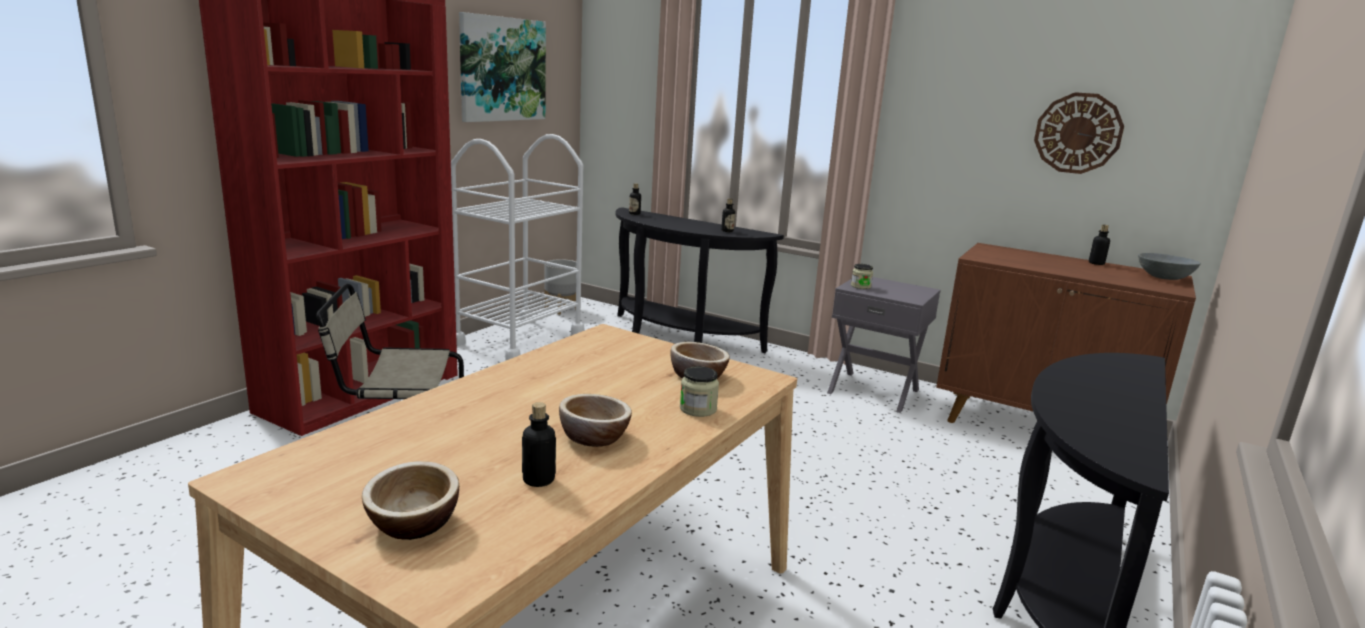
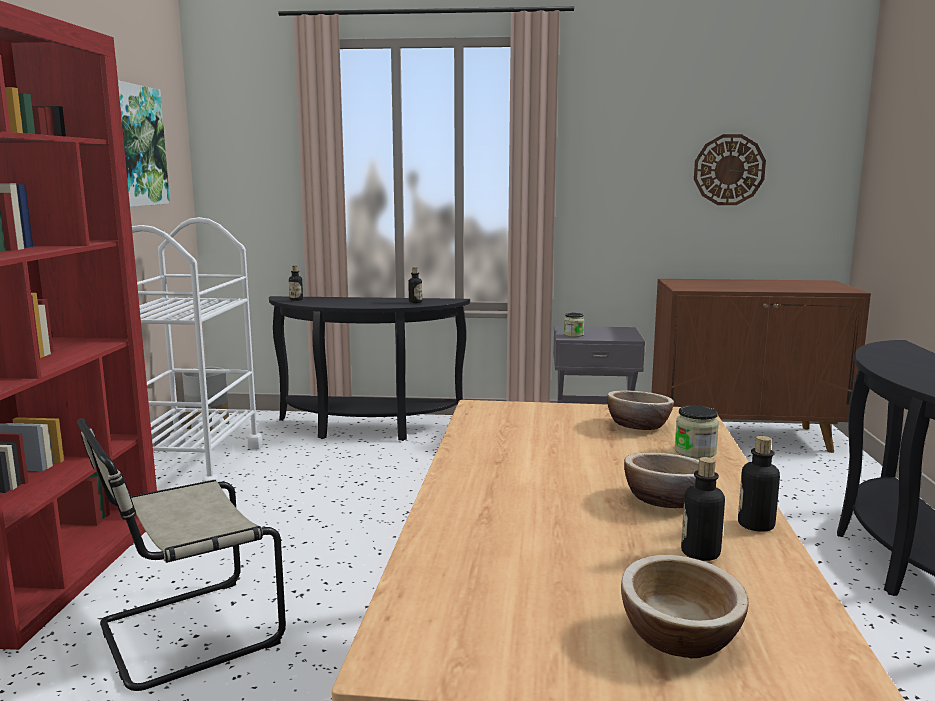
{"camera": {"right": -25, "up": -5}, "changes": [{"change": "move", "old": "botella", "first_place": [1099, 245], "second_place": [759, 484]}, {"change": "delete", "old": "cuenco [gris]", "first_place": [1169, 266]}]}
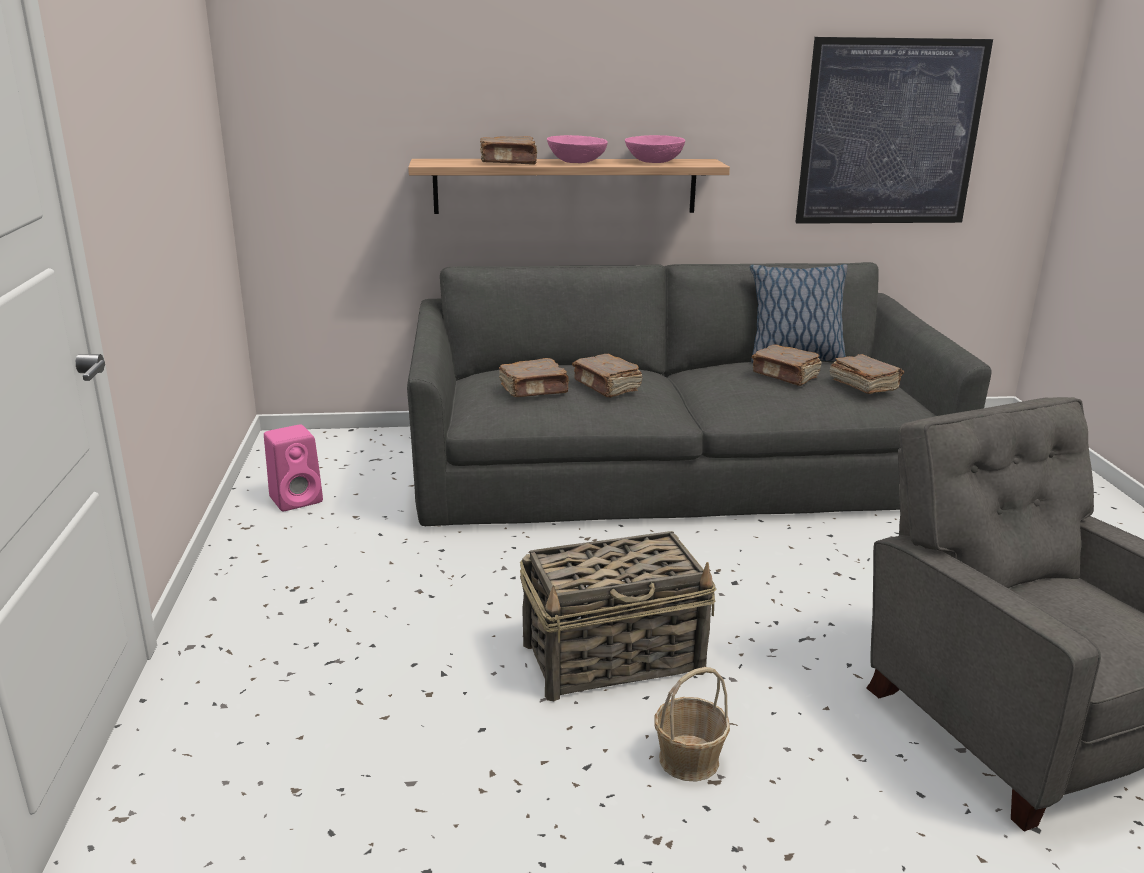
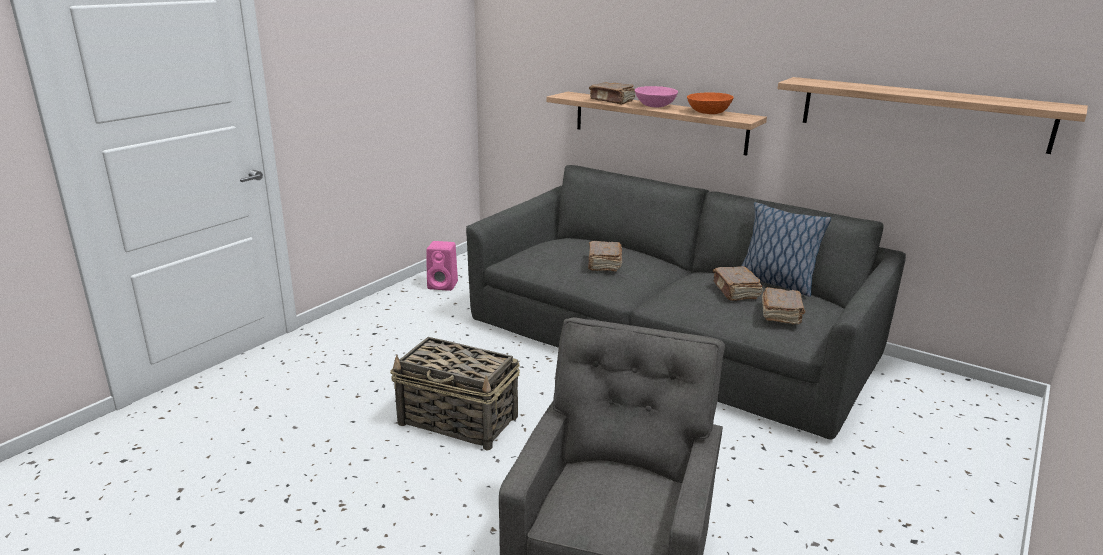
{"camera": {"right": 40, "up": 0}, "changes": [{"change": "replace", "old": "cuadro", "new": "estante", "first_place": [894, 130], "second_place": [933, 115]}, {"change": "recolor", "old": "cuenco [rosa]", "new": "cuenco [naranja]", "first_place": [655, 149], "second_place": [710, 103]}, {"change": "delete", "old": "libro [marrón]", "first_place": [534, 377]}, {"change": "delete", "old": "cesta", "first_place": [692, 724]}]}
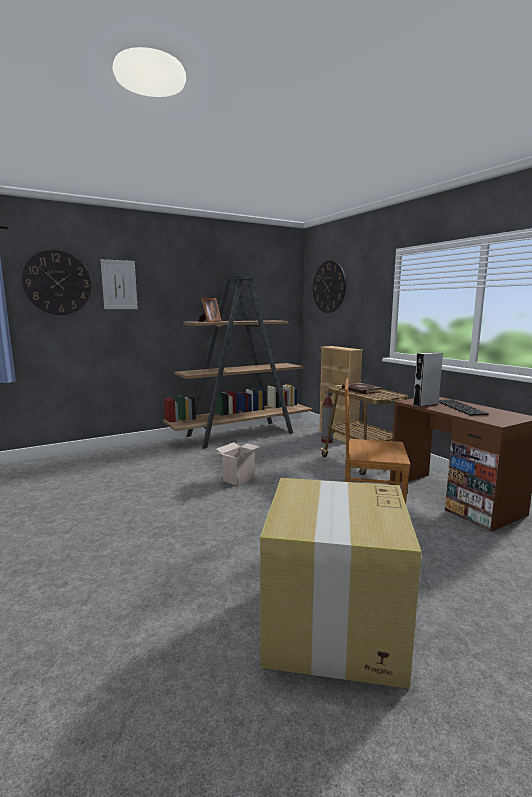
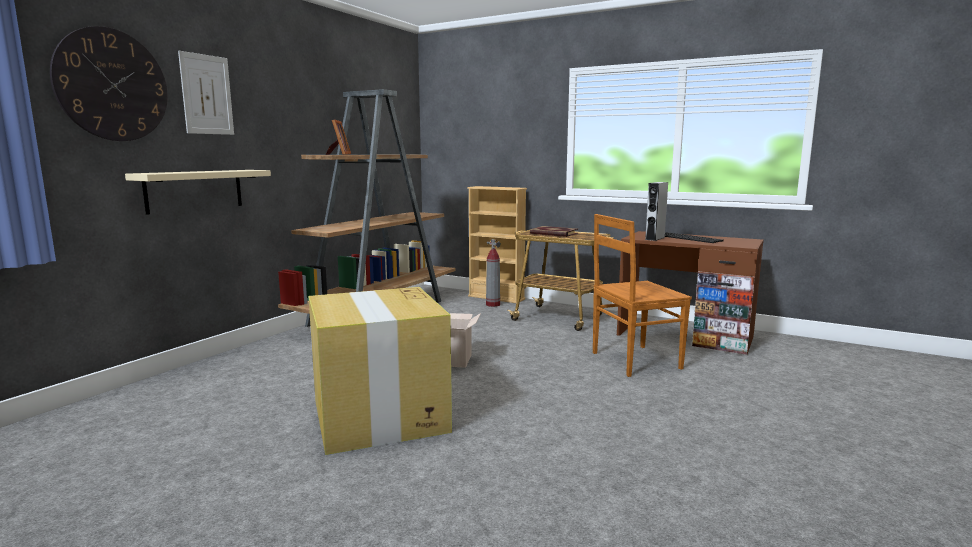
{"camera": {"right": -30, "up": 0}, "changes": [{"change": "delete", "old": "reloj de pared", "first_place": [329, 286]}, {"change": "move", "old": "caja de cartón", "first_place": [341, 583], "second_place": [380, 371]}, {"change": "insert", "new": "estante [beis]", "second_place": [198, 192]}]}
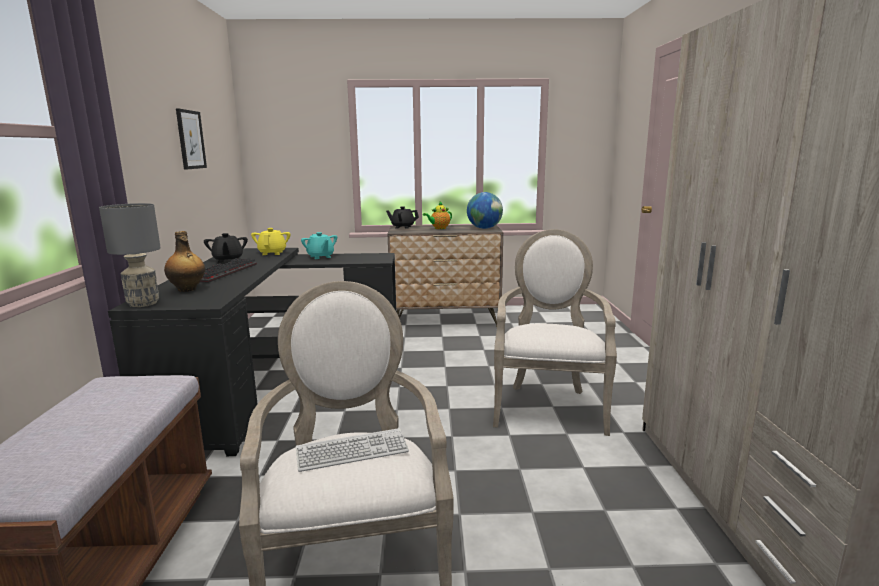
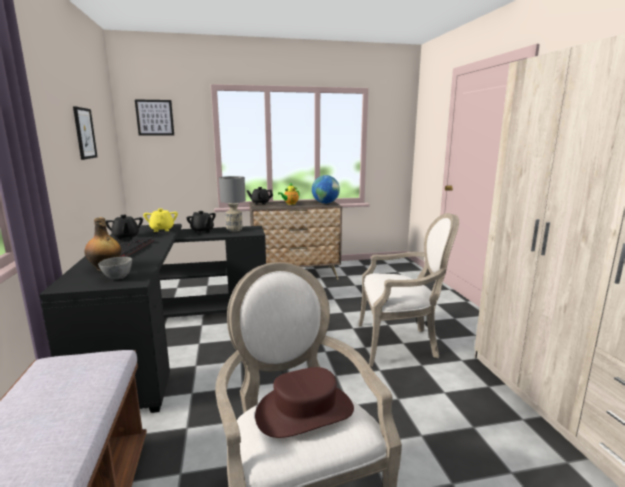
{"camera": {"right": -10, "up": 0}, "changes": [{"change": "move", "old": "lámpara de mesa [gris]", "first_place": [130, 255], "second_place": [232, 204]}, {"change": "rotate", "old": "sillón", "first_place": [555, 332], "second_place": [409, 290], "degrees": 90}, {"change": "recolor", "old": "tetera [turquesa]", "new": "tetera [negro]", "first_place": [319, 245], "second_place": [201, 222]}, {"change": "replace", "old": "teclado", "new": "sombrero [marrón]", "first_place": [352, 450], "second_place": [304, 402]}, {"change": "insert", "new": "cuadro", "second_place": [154, 117]}, {"change": "insert", "new": "cuenco [gris]", "second_place": [115, 268]}]}
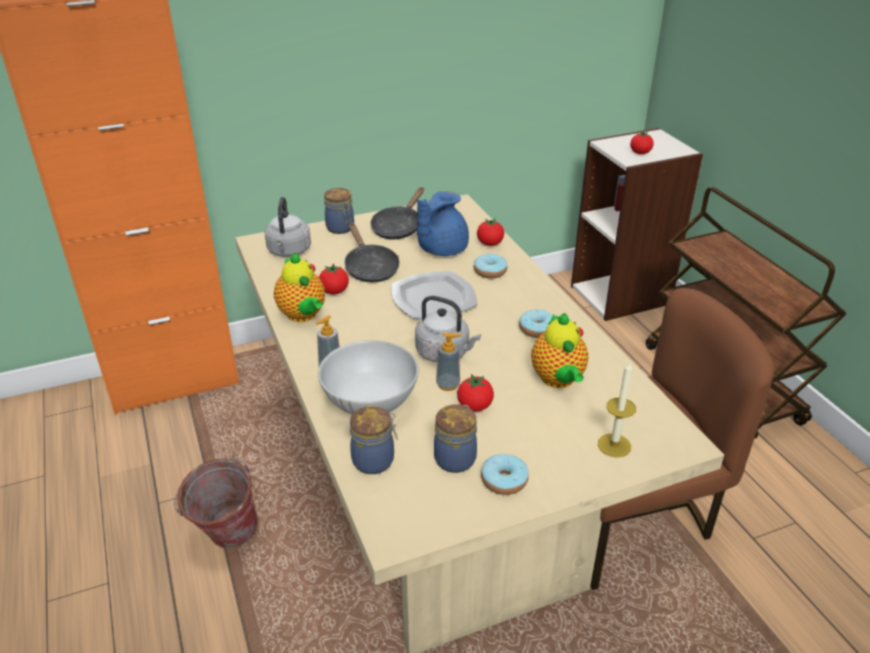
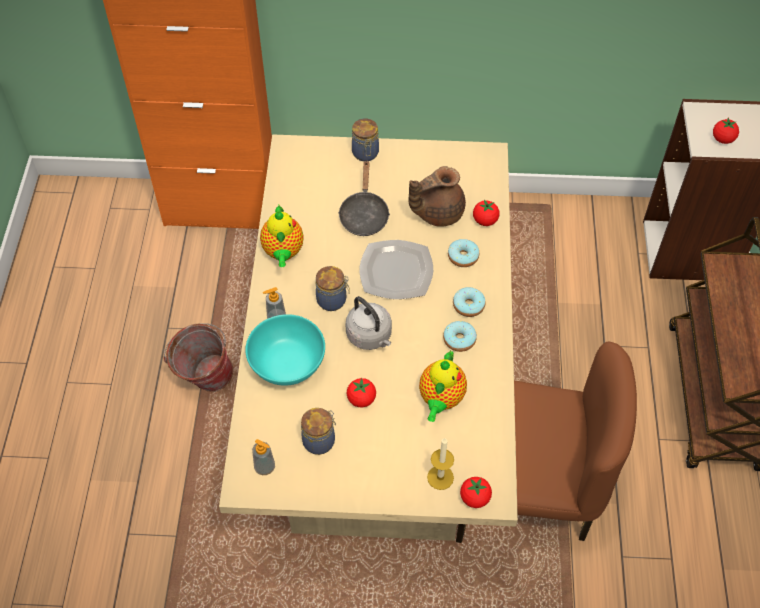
{"camera": {"right": 25, "up": 20}, "changes": [{"change": "delete", "old": "sartén [negro]", "first_place": [397, 213]}, {"change": "recolor", "old": "tetera [azul]", "new": "tetera [marrón]", "first_place": [443, 223], "second_place": [437, 196]}, {"change": "delete", "old": "hervidor [gris]", "first_place": [288, 227]}, {"change": "move", "old": "tomate", "first_place": [334, 278], "second_place": [476, 492]}, {"change": "move", "old": "dispensador de jabón", "first_place": [449, 362], "second_place": [263, 457]}, {"change": "recolor", "old": "cuenco [blanco]", "new": "cuenco [turquesa]", "first_place": [368, 377], "second_place": [285, 350]}, {"change": "move", "old": "tarro", "first_place": [374, 440], "second_place": [333, 288]}, {"change": "move", "old": "rosquilla", "first_place": [505, 474], "second_place": [469, 302]}]}
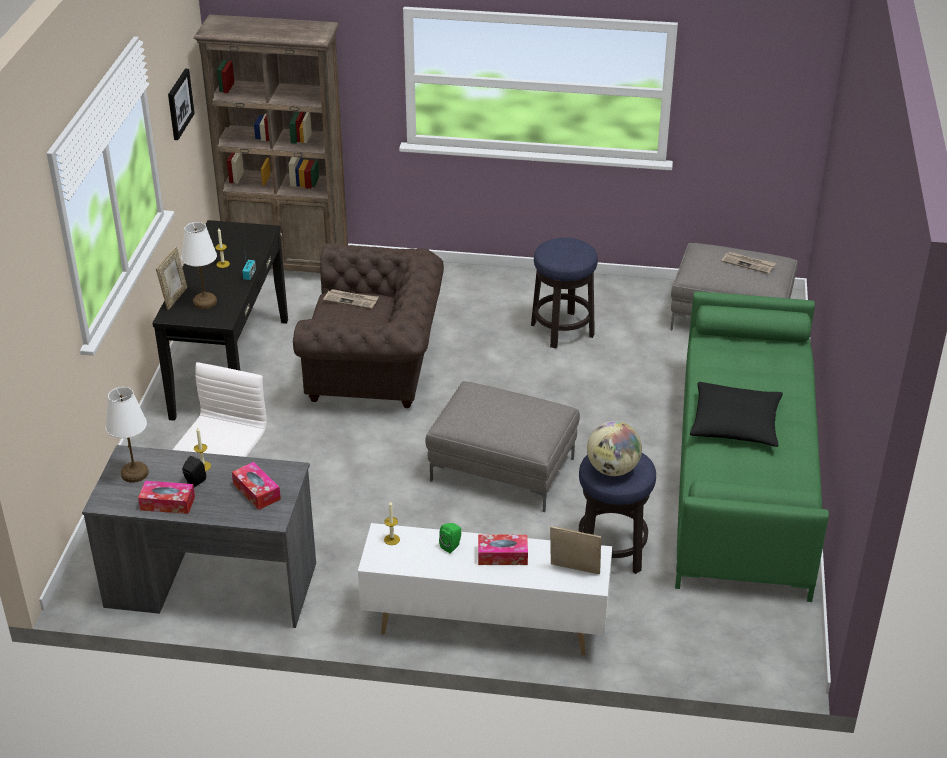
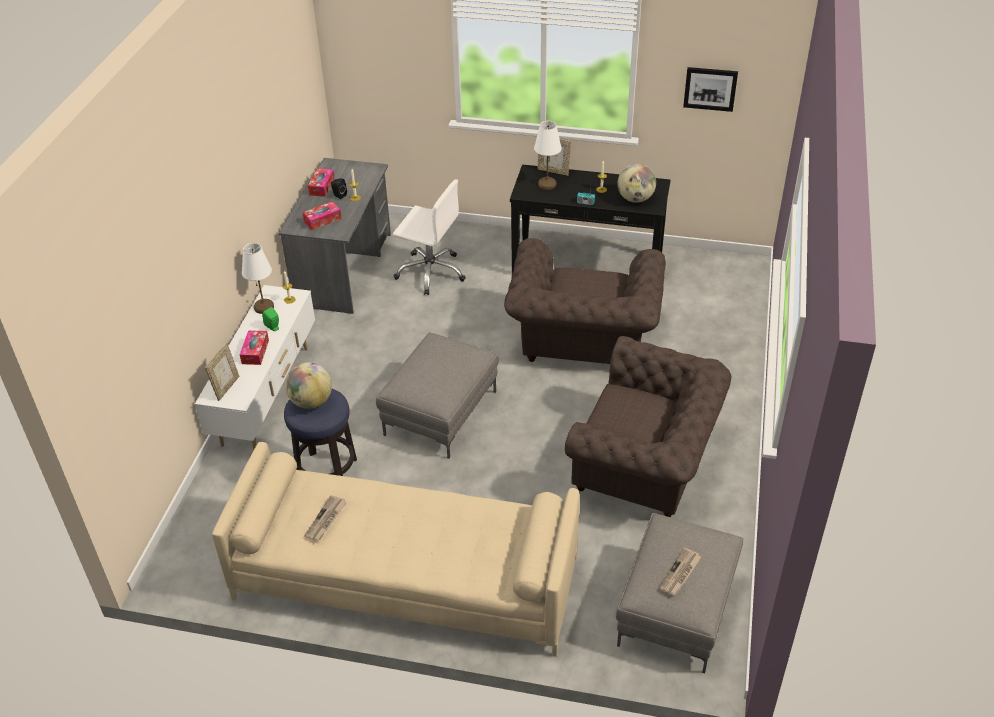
{"camera": {"right": 95, "up": 5}, "changes": [{"change": "delete", "old": "estantería [marrón]", "first_place": [271, 144]}, {"change": "replace", "old": "taburete", "new": "sillón [marrón]", "first_place": [564, 293], "second_place": [648, 426]}, {"change": "move", "old": "periódico", "first_place": [351, 299], "second_place": [326, 518]}, {"change": "recolor", "old": "sofá [verde]", "new": "sofá [beis]", "first_place": [752, 446], "second_place": [396, 549]}, {"change": "delete", "old": "cojín [negro]", "first_place": [736, 414]}, {"change": "move", "old": "lámpara de mesa [blanco]", "first_place": [127, 435], "second_place": [258, 278]}, {"change": "insert", "new": "globo terráqueo", "second_place": [636, 183]}]}
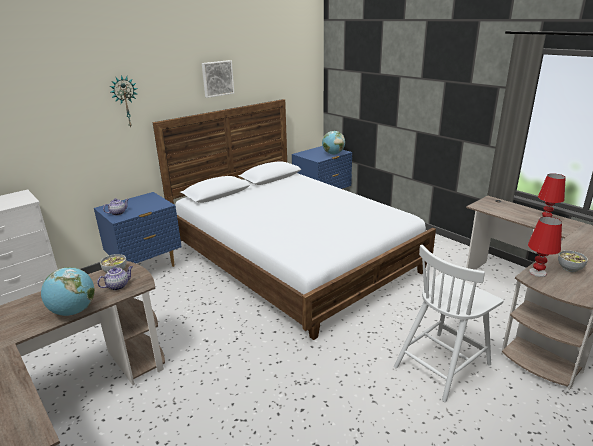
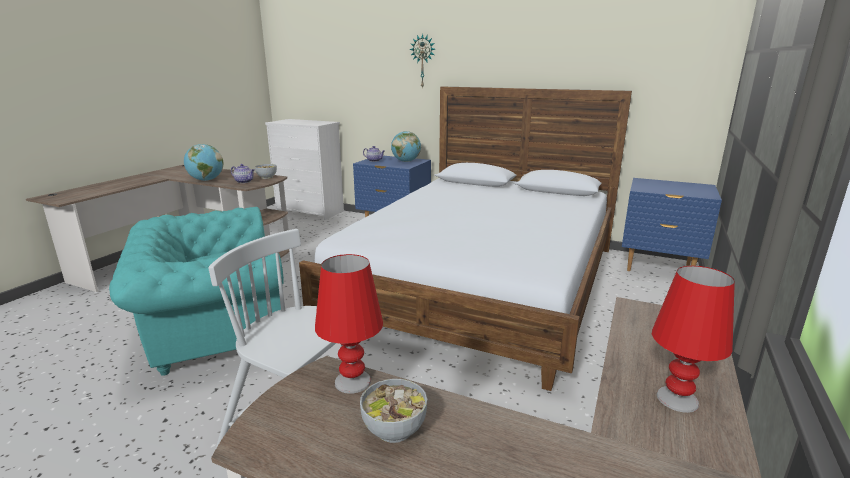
{"camera": {"right": 65, "up": -5}, "changes": [{"change": "delete", "old": "cuadro", "first_place": [218, 79]}, {"change": "move", "old": "globo terráqueo", "first_place": [333, 143], "second_place": [406, 146]}, {"change": "insert", "new": "sillón [turquesa]", "second_place": [196, 291]}]}
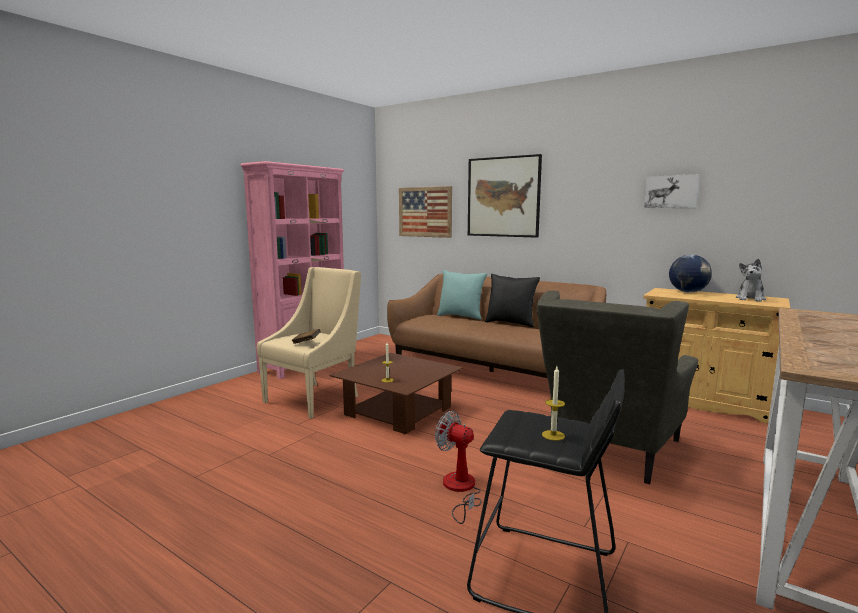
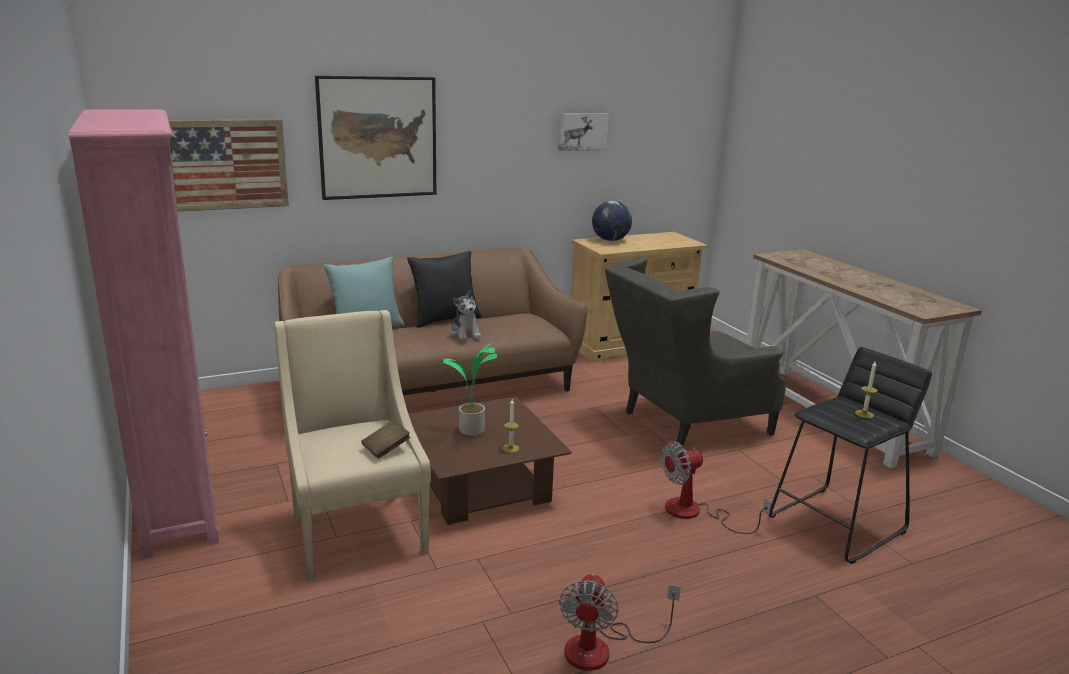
{"camera": {"right": -60, "up": 10}, "changes": [{"change": "move", "old": "peluche", "first_place": [751, 280], "second_place": [466, 315]}, {"change": "rotate", "old": "sillón [gris]", "first_place": [617, 387], "second_place": [695, 353], "degrees": 90}, {"change": "insert", "new": "planta en maceta", "second_place": [470, 389]}, {"change": "insert", "new": "ventilador", "second_place": [620, 622]}]}
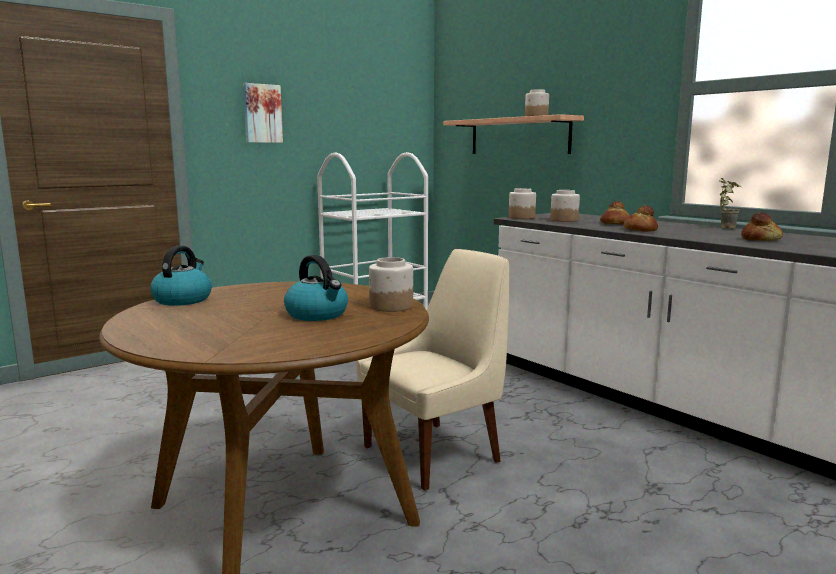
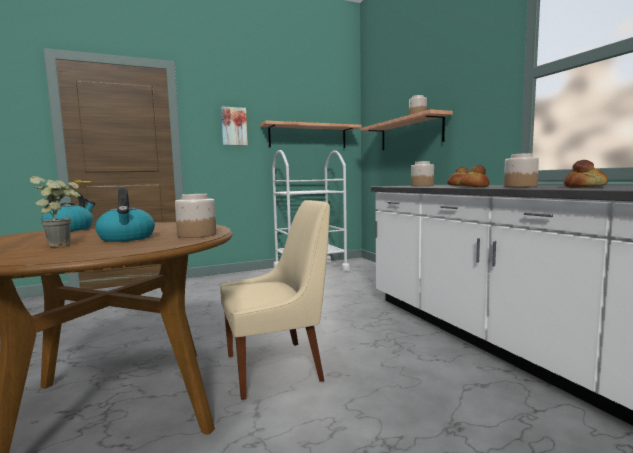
{"camera": {"right": 15, "up": -5}, "changes": [{"change": "move", "old": "planta en maceta", "first_place": [730, 203], "second_place": [55, 211]}, {"change": "move", "old": "tarro", "first_place": [522, 203], "second_place": [521, 170]}, {"change": "insert", "new": "estante", "second_place": [311, 134]}]}
